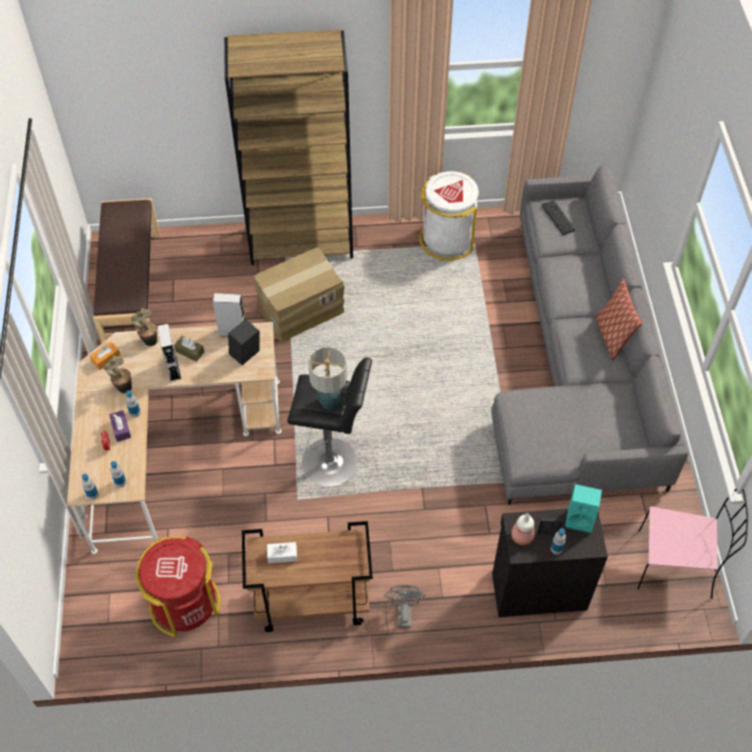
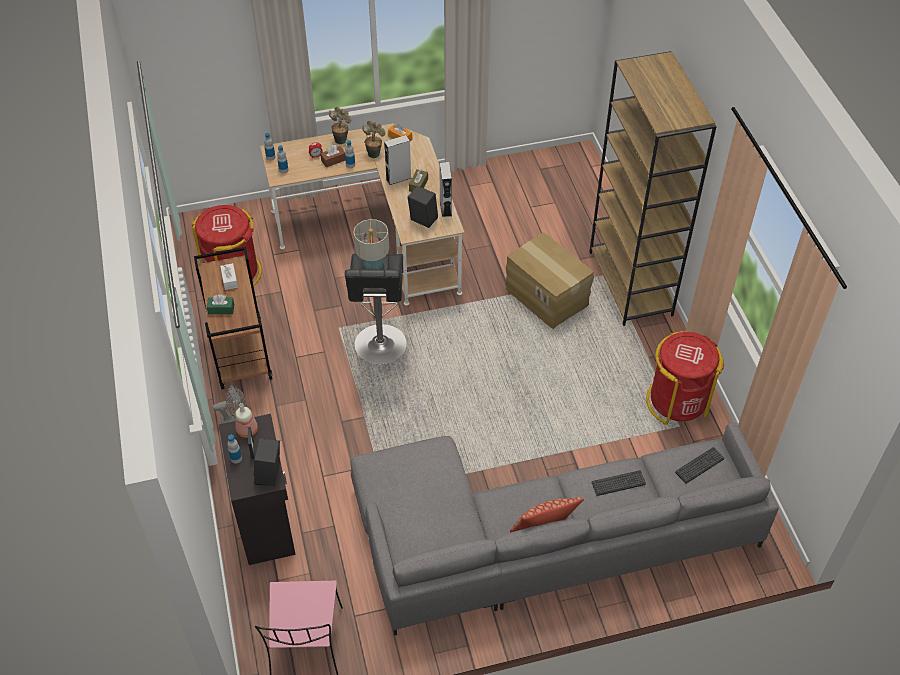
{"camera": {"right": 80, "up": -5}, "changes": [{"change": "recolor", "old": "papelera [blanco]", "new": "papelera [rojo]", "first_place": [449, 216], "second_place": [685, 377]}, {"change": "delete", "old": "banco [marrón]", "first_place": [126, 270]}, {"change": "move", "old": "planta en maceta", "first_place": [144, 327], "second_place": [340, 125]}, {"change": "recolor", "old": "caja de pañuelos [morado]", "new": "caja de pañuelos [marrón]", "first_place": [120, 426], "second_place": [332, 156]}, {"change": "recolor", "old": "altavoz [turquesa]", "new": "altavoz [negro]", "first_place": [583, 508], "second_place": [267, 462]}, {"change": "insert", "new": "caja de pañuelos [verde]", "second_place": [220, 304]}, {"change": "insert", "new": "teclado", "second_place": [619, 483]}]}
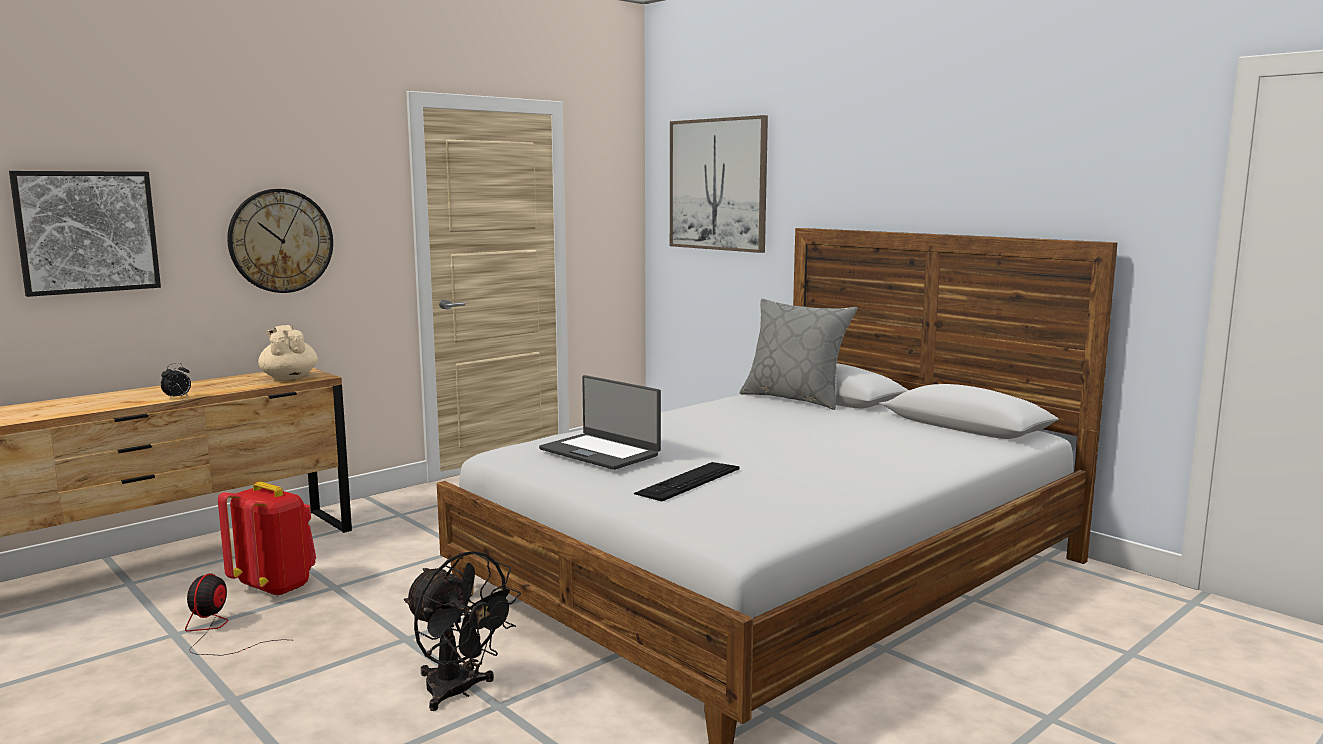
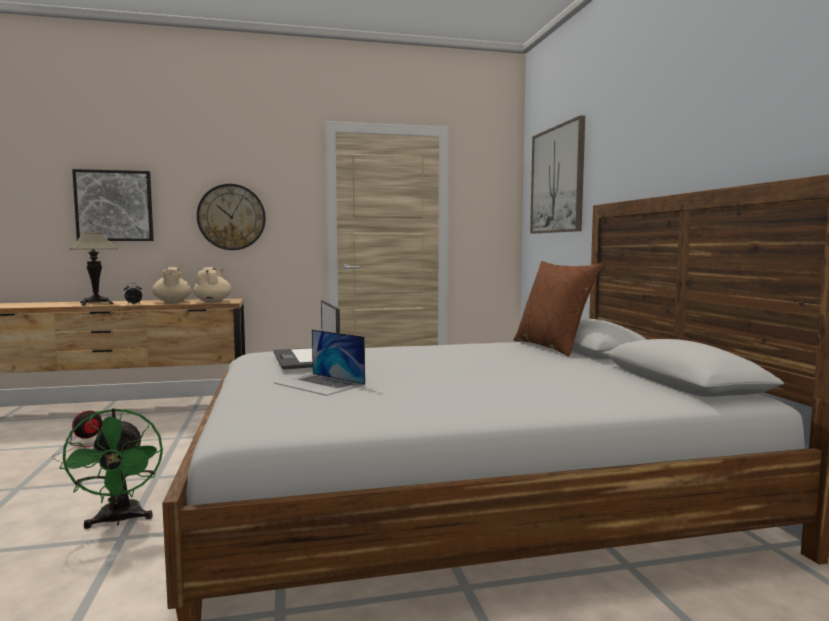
{"camera": {"right": 30, "up": -5}, "changes": [{"change": "recolor", "old": "cojín [gris]", "new": "cojín [marrón]", "first_place": [799, 354], "second_place": [558, 309]}, {"change": "replace", "old": "teclado", "new": "portátil", "first_place": [687, 481], "second_place": [319, 363]}, {"change": "delete", "old": "mochila [rojo]", "first_place": [267, 539]}, {"change": "recolor", "old": "ventilador [negro]", "new": "ventilador [verde]", "first_place": [462, 631], "second_place": [111, 468]}, {"change": "insert", "new": "lámpara de mesa", "second_place": [93, 269]}, {"change": "insert", "new": "tetera [beis]", "second_place": [171, 284]}]}
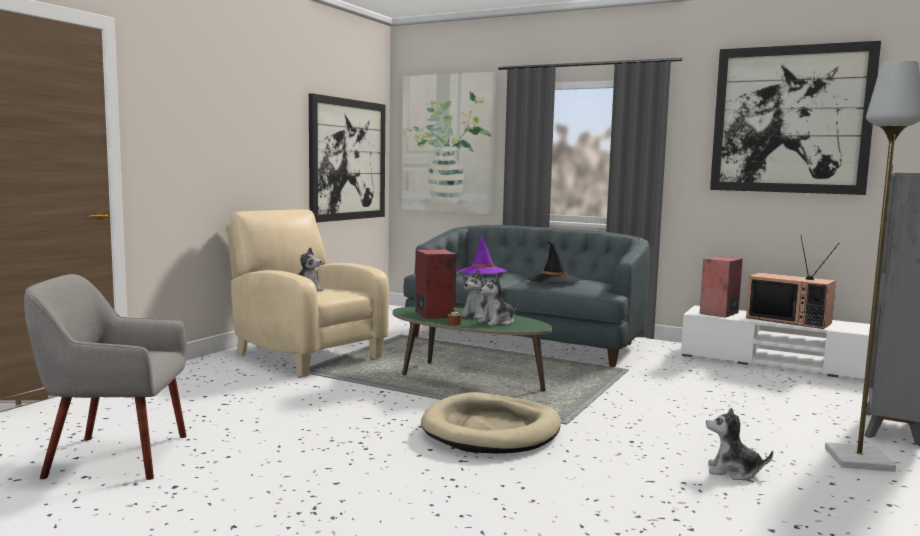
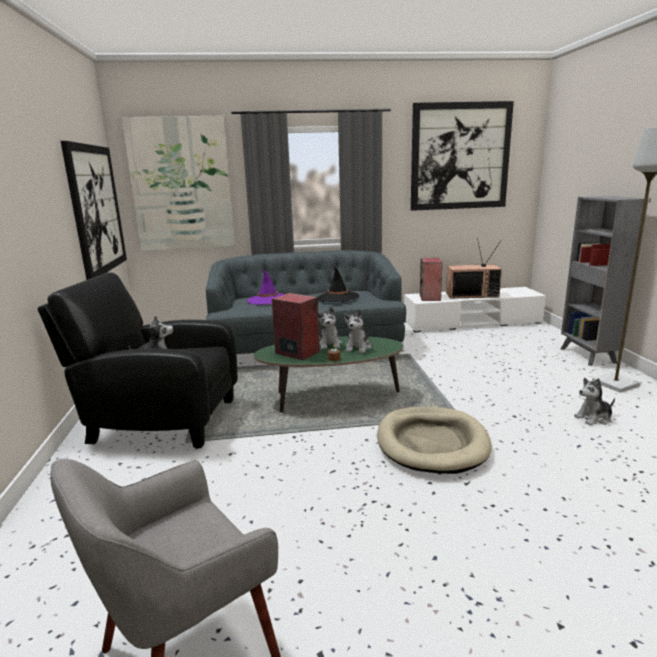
{"camera": {"right": -35, "up": 10}, "changes": [{"change": "recolor", "old": "sillón [beis]", "new": "sillón [negro]", "first_place": [308, 293], "second_place": [138, 360]}]}
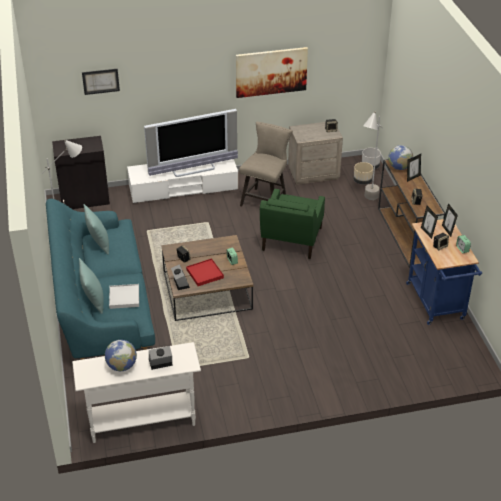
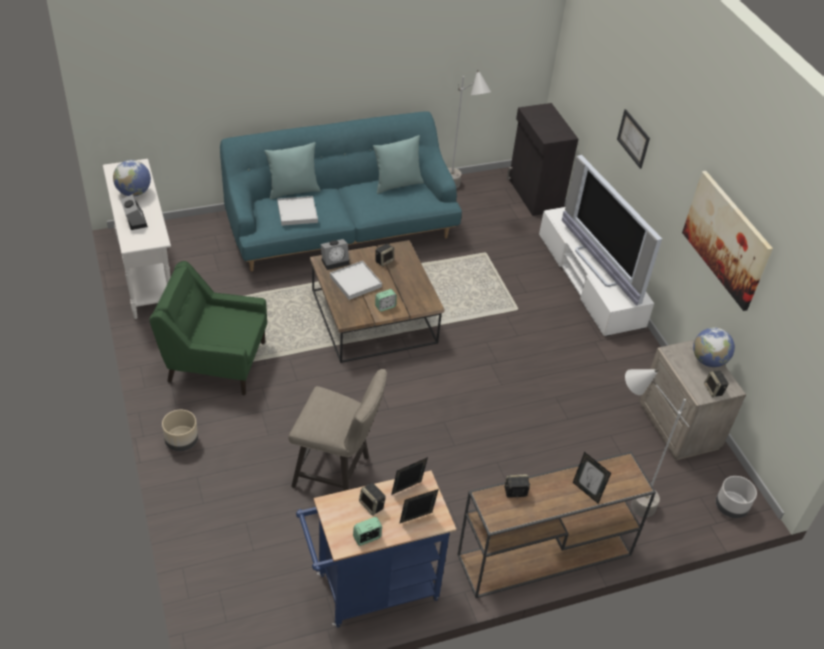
{"camera": {"right": 80, "up": 5}, "changes": [{"change": "move", "old": "cuadro", "first_place": [101, 82], "second_place": [633, 139]}, {"change": "move", "old": "taburete [beis]", "first_place": [266, 164], "second_place": [338, 430]}, {"change": "move", "old": "globo terráqueo", "first_place": [400, 157], "second_place": [714, 347]}, {"change": "move", "old": "maceta [beis]", "first_place": [363, 173], "second_place": [180, 430]}, {"change": "move", "old": "sillón [verde]", "first_place": [292, 224], "second_place": [208, 328]}, {"change": "recolor", "old": "bandeja [rojo]", "new": "bandeja [blanco]", "first_place": [205, 272], "second_place": [356, 280]}]}
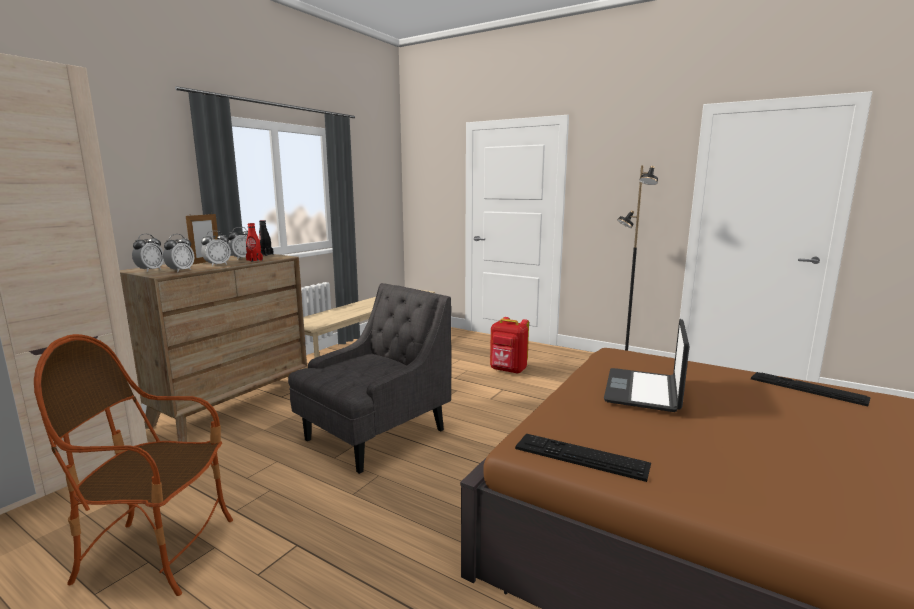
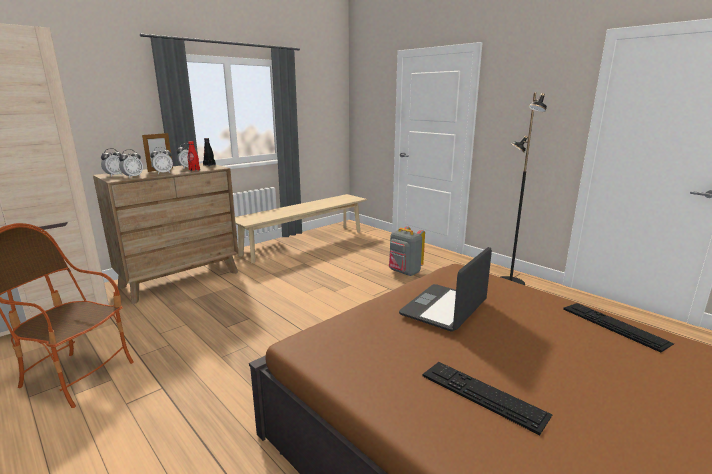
{"camera": {"right": 15, "up": 5}, "changes": [{"change": "delete", "old": "sillón [gris]", "first_place": [369, 378]}, {"change": "recolor", "old": "mochila [rojo]", "new": "mochila [gris]", "first_place": [509, 345], "second_place": [407, 251]}, {"change": "move", "old": "teclado", "first_place": [583, 458], "second_place": [487, 398]}]}
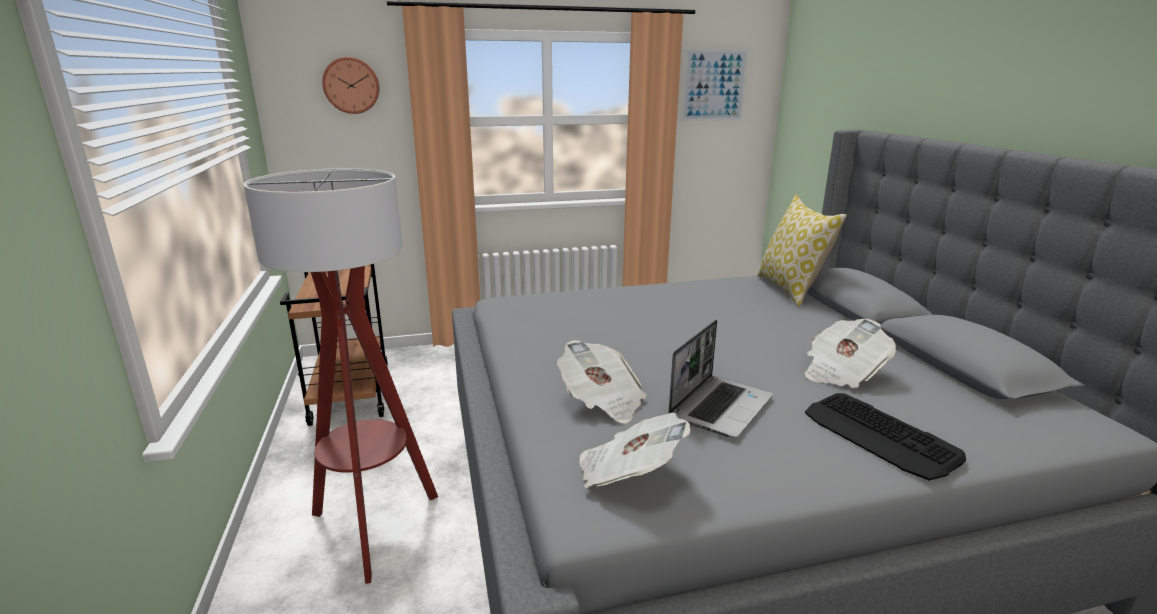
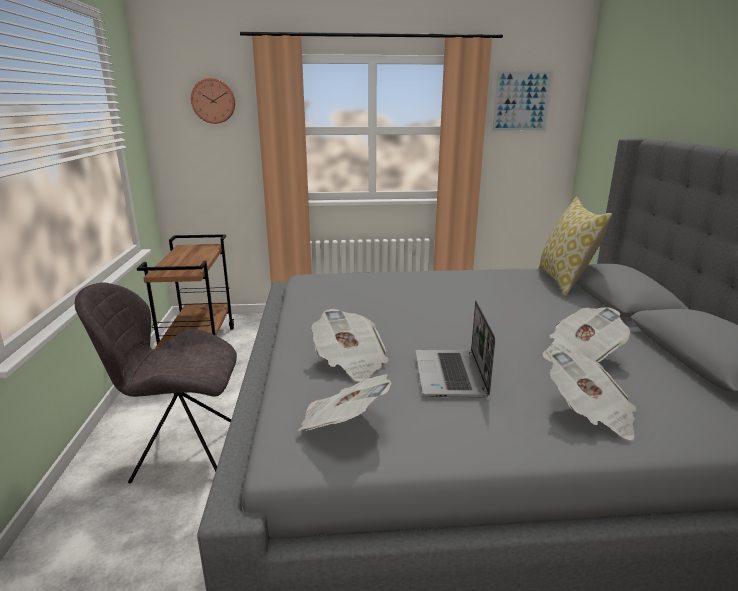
{"camera": {"right": 10, "up": 0}, "changes": [{"change": "replace", "old": "lámpara de pie", "new": "silla [gris]", "first_place": [341, 376], "second_place": [156, 383]}, {"change": "rotate", "old": "portátil", "first_place": [720, 379], "second_place": [455, 349], "degrees": 135}, {"change": "replace", "old": "teclado", "new": "periódico", "first_place": [885, 437], "second_place": [593, 395]}]}
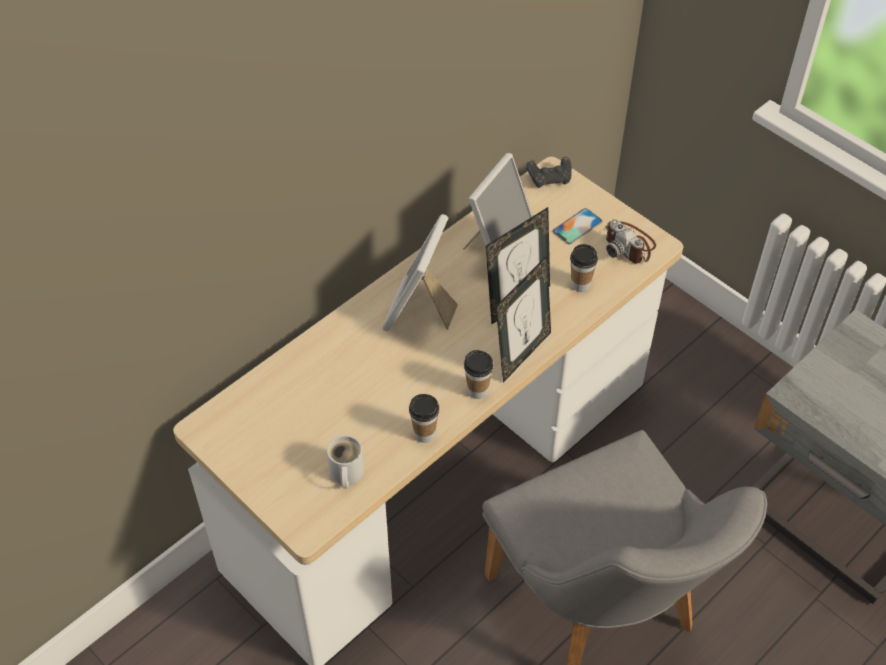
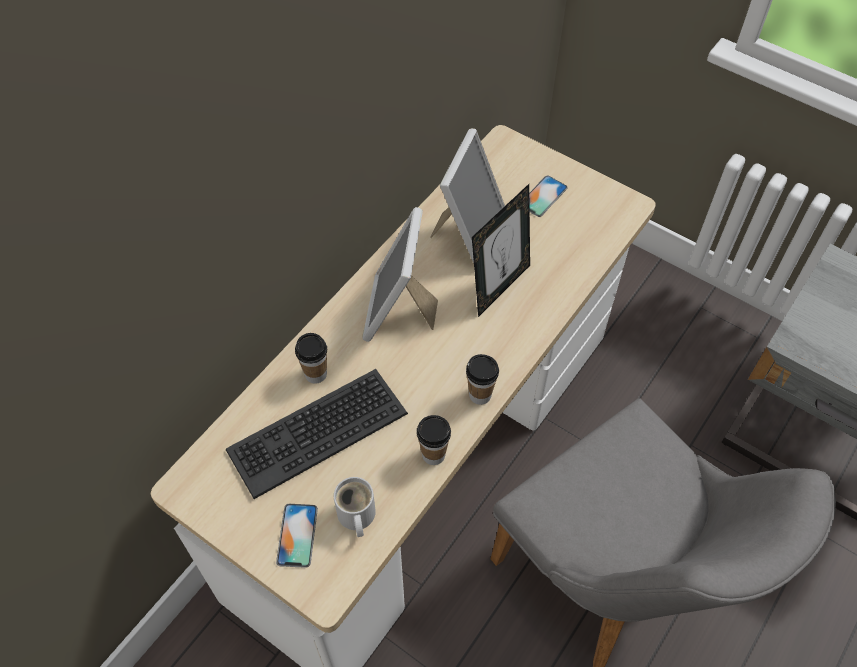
{"camera": {"right": -10, "up": 5}, "changes": [{"change": "delete", "old": "mando de consola [negro]", "first_place": [549, 172]}, {"change": "delete", "old": "cámara", "first_place": [630, 241]}, {"change": "move", "old": "taza", "first_place": [584, 268], "second_place": [311, 358]}, {"change": "delete", "old": "portarretratos", "first_place": [523, 319]}, {"change": "insert", "new": "teclado", "second_place": [317, 434]}, {"change": "insert", "new": "móvil", "second_place": [297, 536]}]}
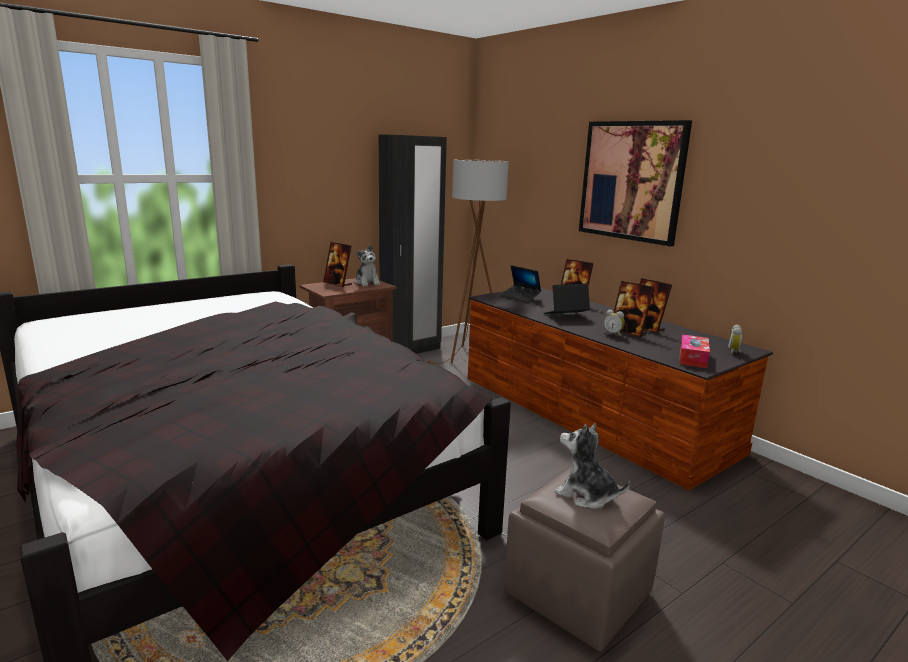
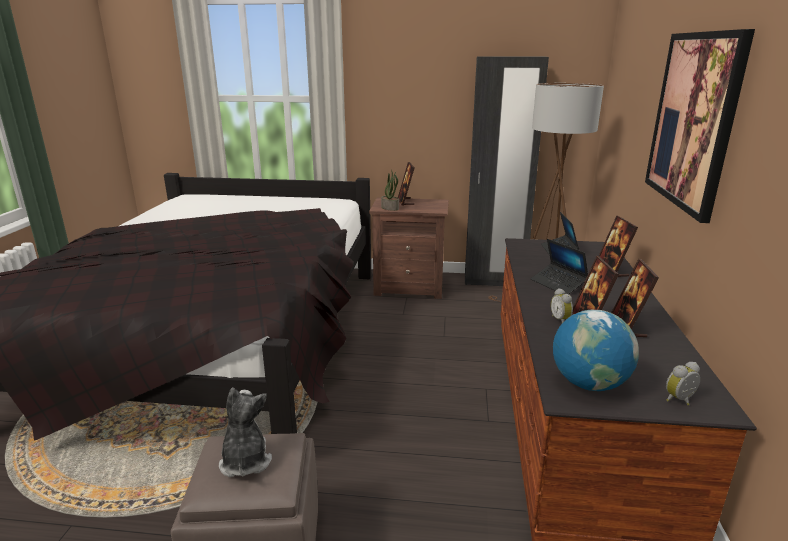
{"camera": {"right": 45, "up": 5}, "changes": [{"change": "delete", "old": "peluche", "first_place": [367, 265]}, {"change": "rotate", "old": "portátil", "first_place": [567, 299], "second_place": [559, 266], "degrees": -150}, {"change": "replace", "old": "caja de pañuelos", "new": "globo terráqueo", "first_place": [694, 351], "second_place": [596, 350]}, {"change": "insert", "new": "planta en maceta", "second_place": [390, 190]}]}
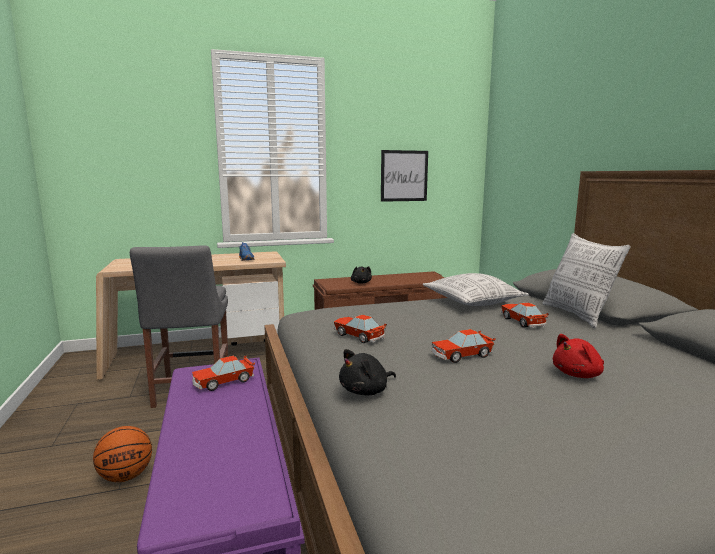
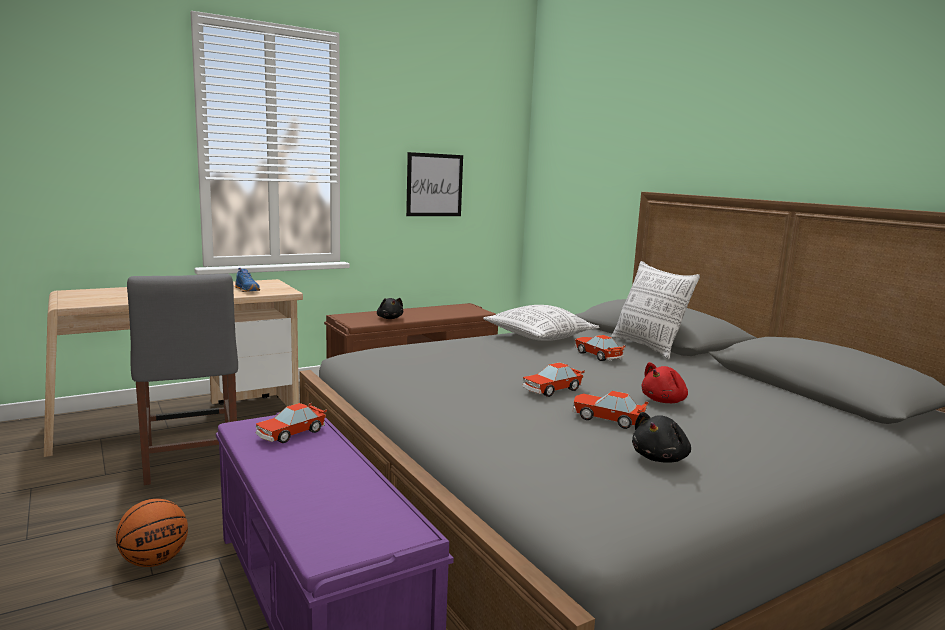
{"camera": {"right": -15, "up": 0}, "changes": [{"change": "move", "old": "coche de juguete", "first_place": [360, 329], "second_place": [610, 410]}, {"change": "move", "old": "peluche [negro]", "first_place": [367, 372], "second_place": [661, 437]}]}
